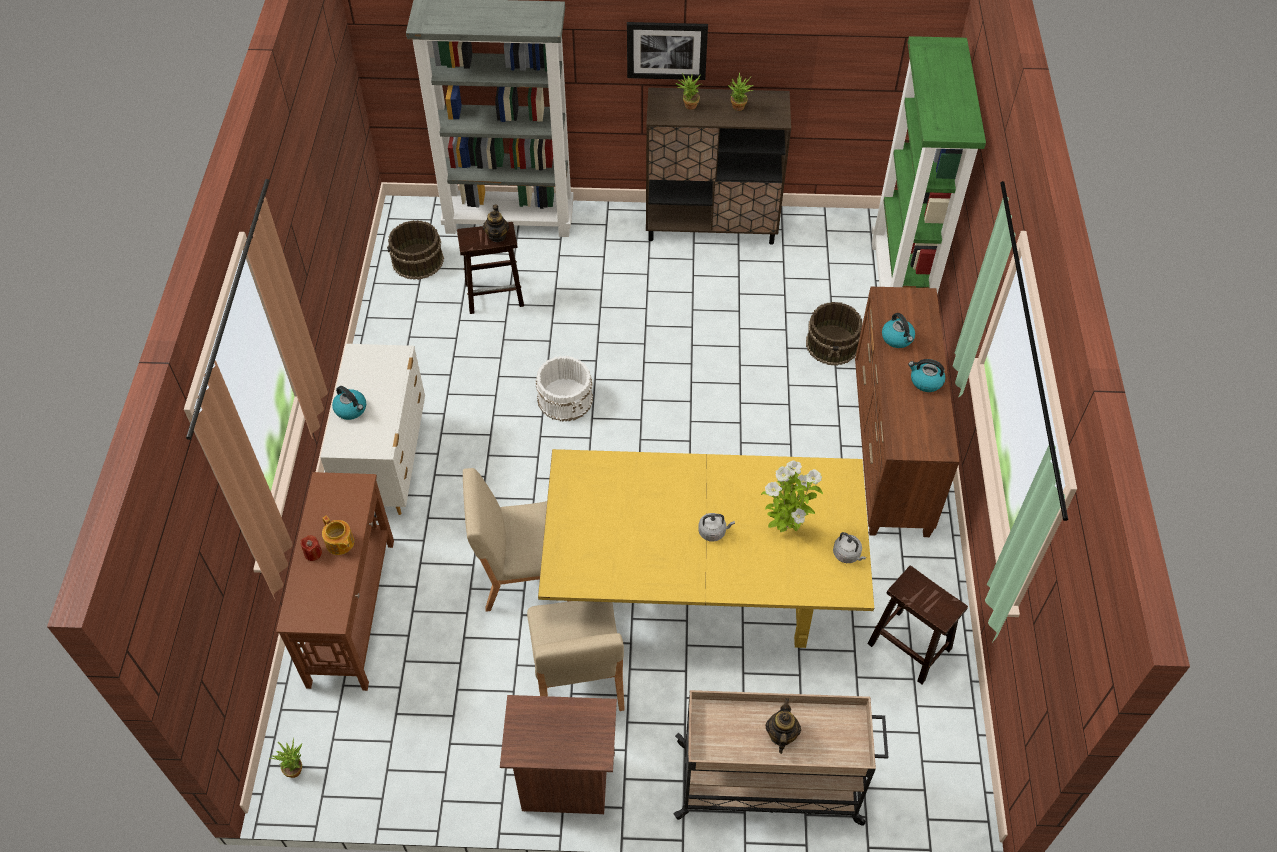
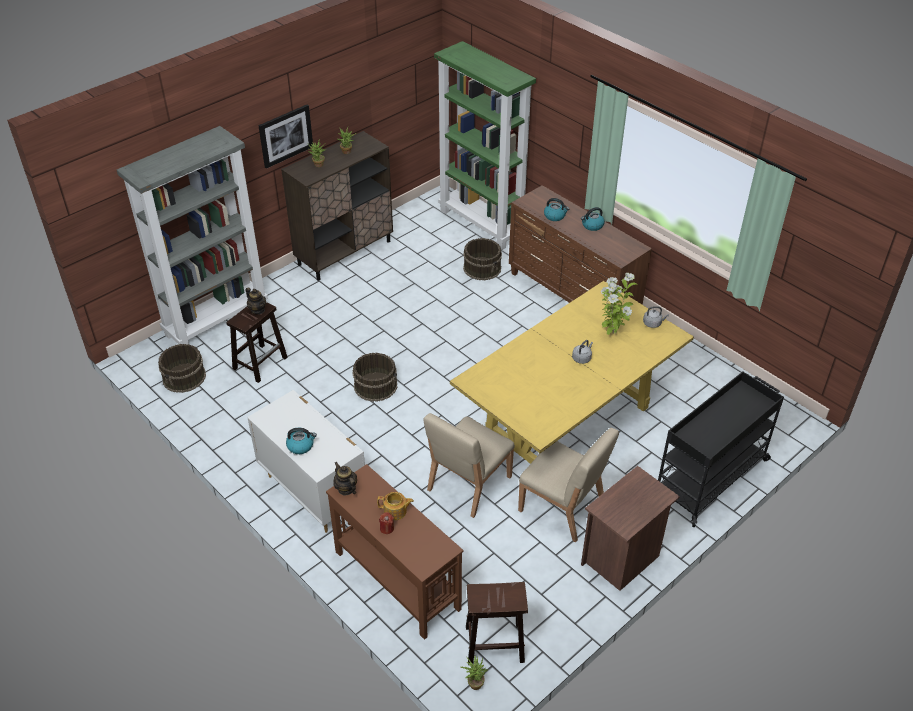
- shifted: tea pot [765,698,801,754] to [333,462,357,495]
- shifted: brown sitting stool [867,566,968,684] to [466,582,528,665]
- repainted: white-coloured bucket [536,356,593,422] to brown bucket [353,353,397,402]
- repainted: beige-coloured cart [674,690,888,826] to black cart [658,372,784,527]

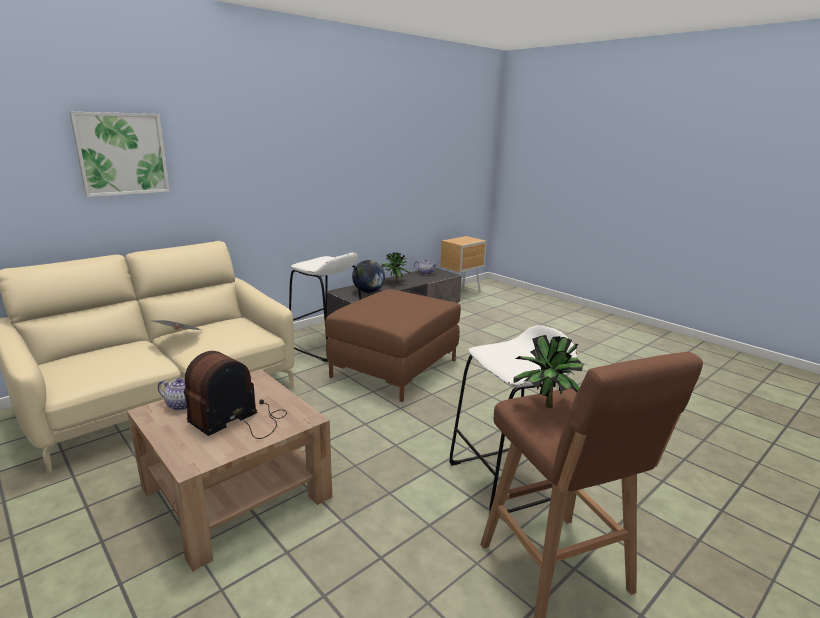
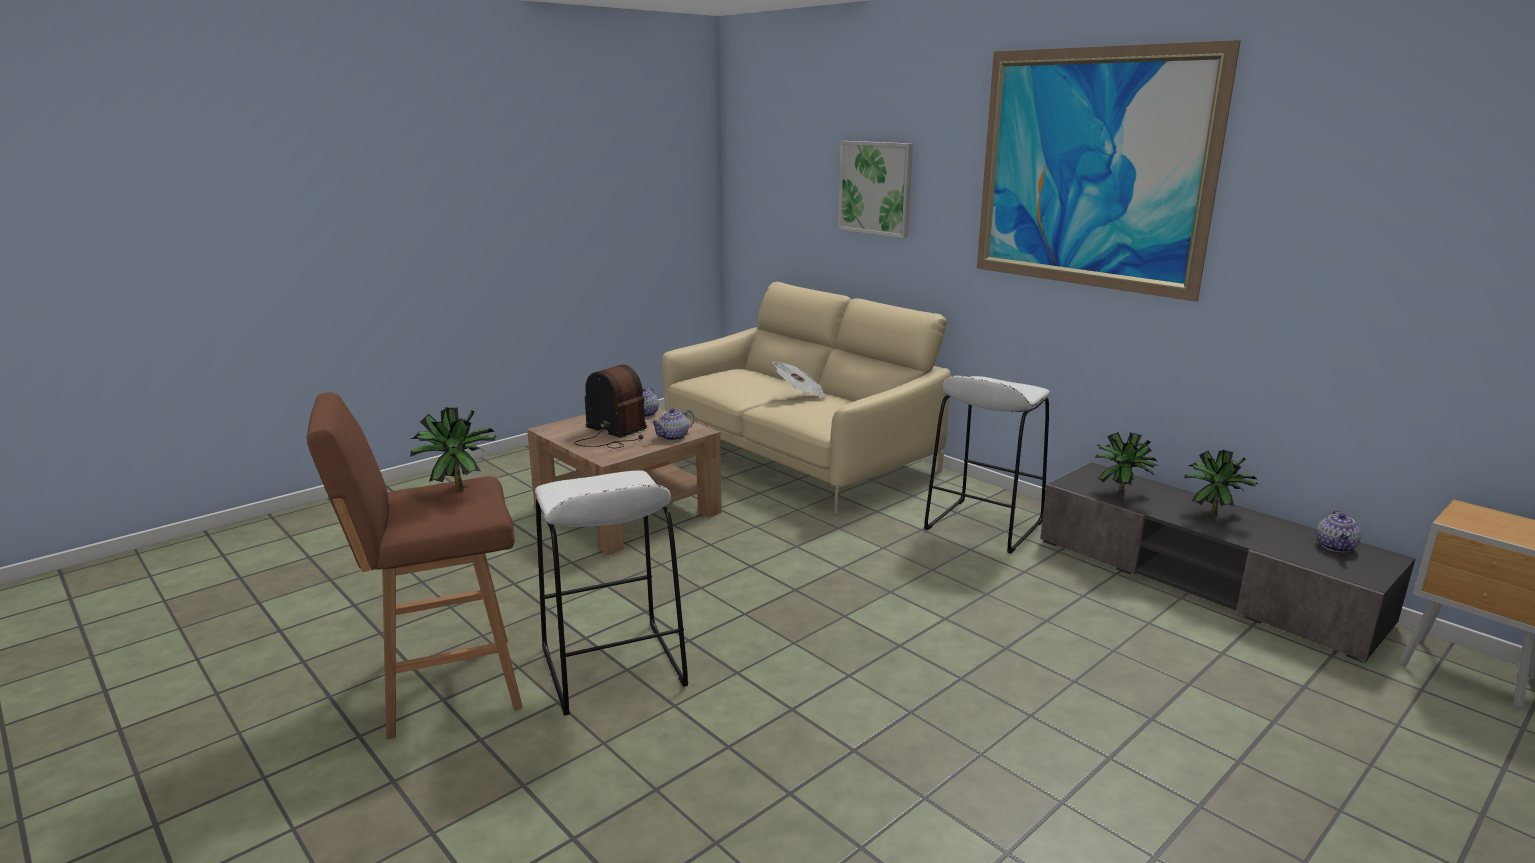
- gone: brown ottoman [325,289,461,402]
- new: tea pot [651,408,694,441]
- new: wall art [977,40,1241,302]
- swapped: desk globe [352,260,385,293] to potted plant [1094,432,1158,496]

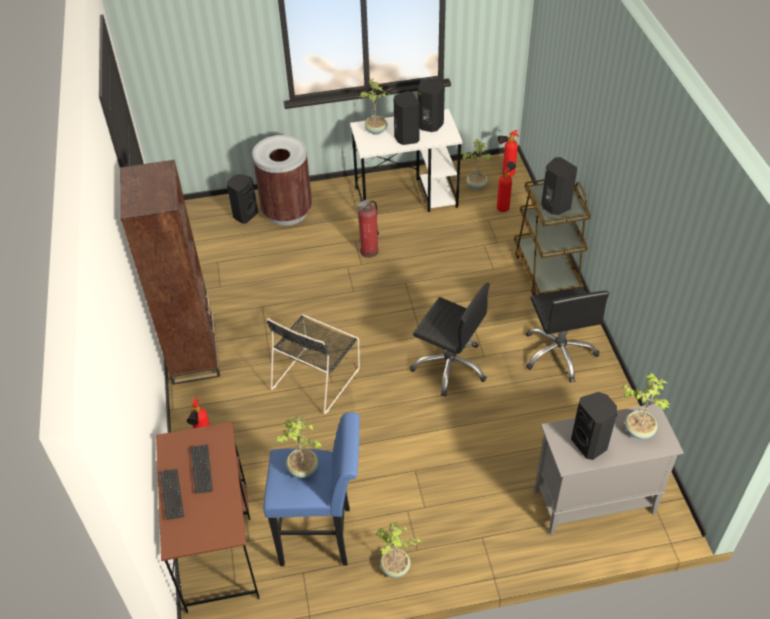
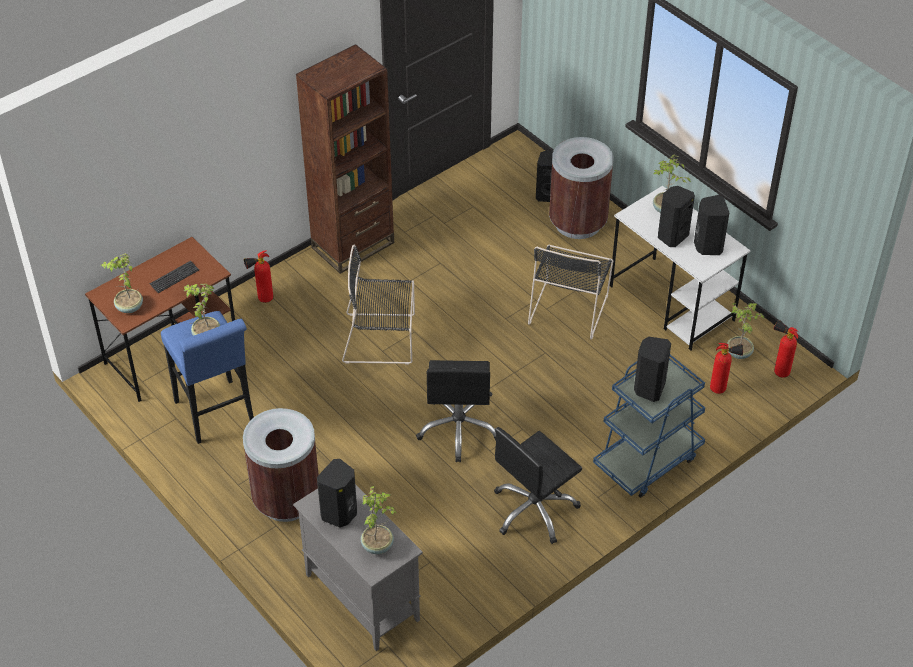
- gone: computer keyboard [160,469,184,520]
- new: brown waste bin [243,408,319,522]
- shifted: potted plant [375,522,422,578] to [101,253,143,313]
- swapped: fire extinguisher [356,199,379,258] to black chair [528,245,613,340]
- repainted: brown cart [514,179,591,295] to blue-coloured cart [593,354,705,498]

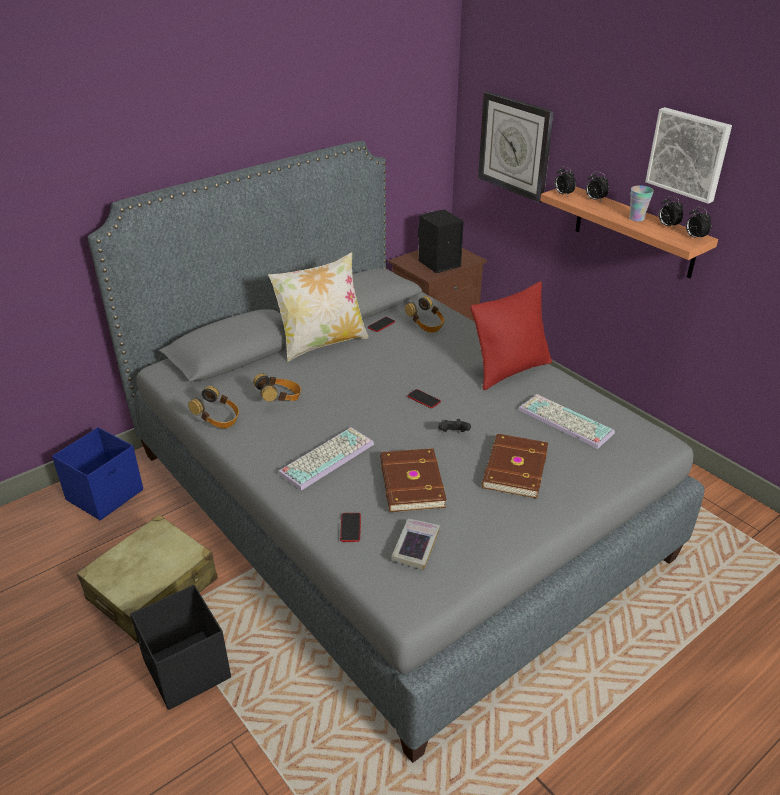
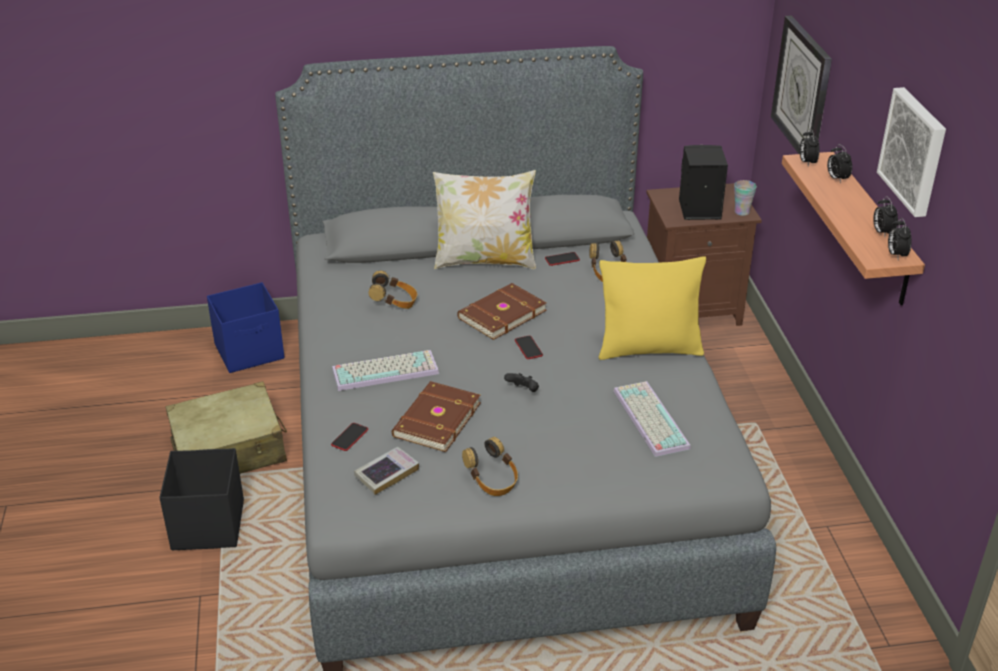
- shifted: headphones [188,386,239,429] to [462,437,518,496]
- shifted: brown bound book [482,434,548,499] to [457,283,547,340]
- shifted: drinking cup [629,186,654,222] to [734,180,757,216]
- repainted: reddish cushion [470,281,552,390] to yellow cushion [599,256,706,360]

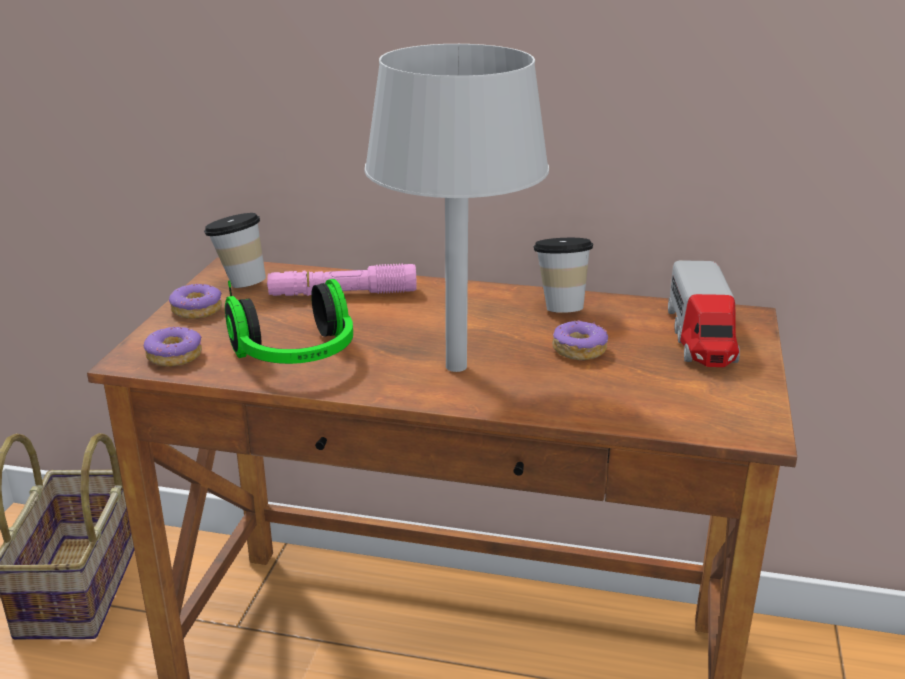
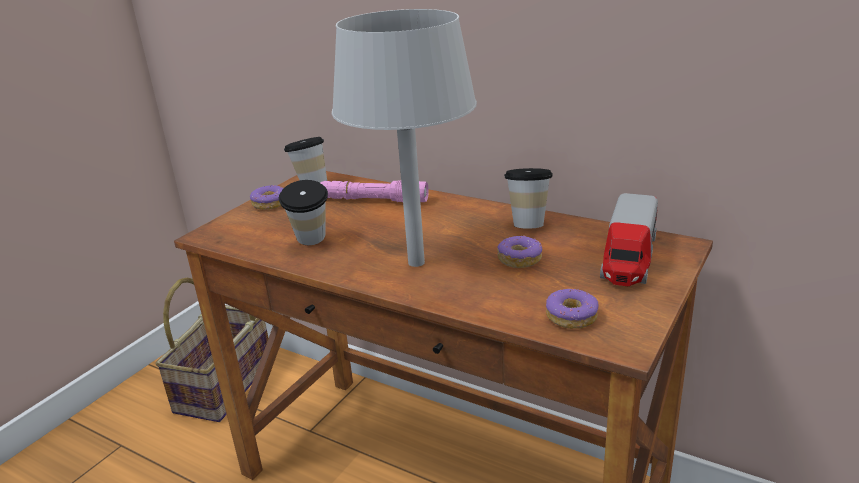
- shifted: donut [143,327,202,367] to [546,289,598,329]
- swapped: headphones [225,279,353,364] to drinking cup [279,180,328,245]

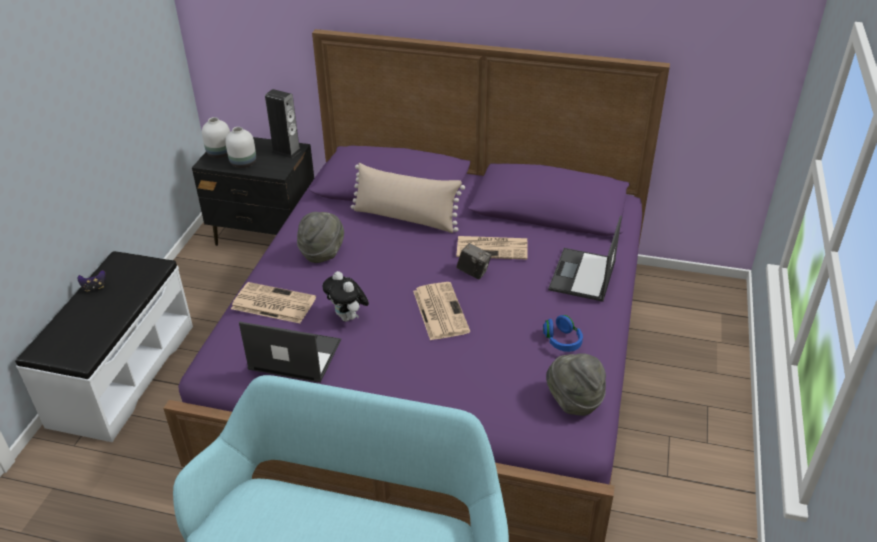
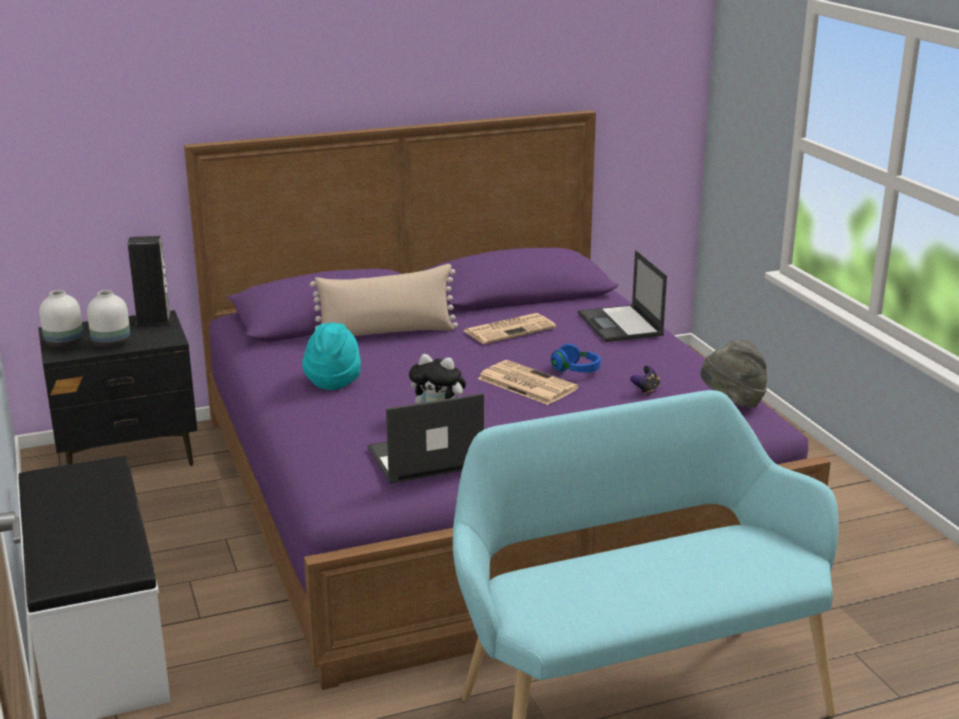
- gone: newspaper [231,282,316,323]
- gone: photo camera [456,243,491,279]
- shifted: joypad [77,270,106,292] to [630,366,660,395]
- shifted: blue-coloured headphones [543,315,583,352] to [551,343,601,373]
- repainted: greyish hat [297,212,344,263] to turquoise-coloured hat [302,322,361,390]

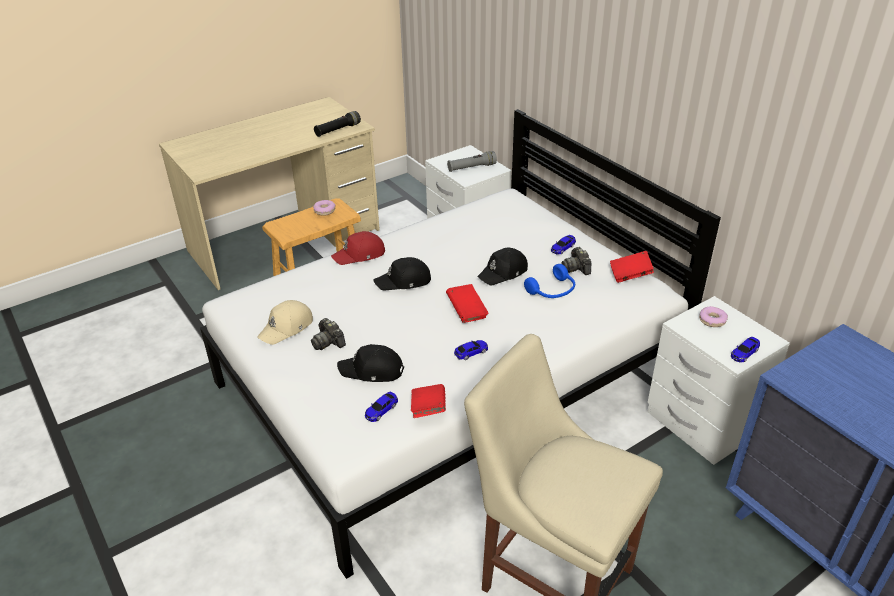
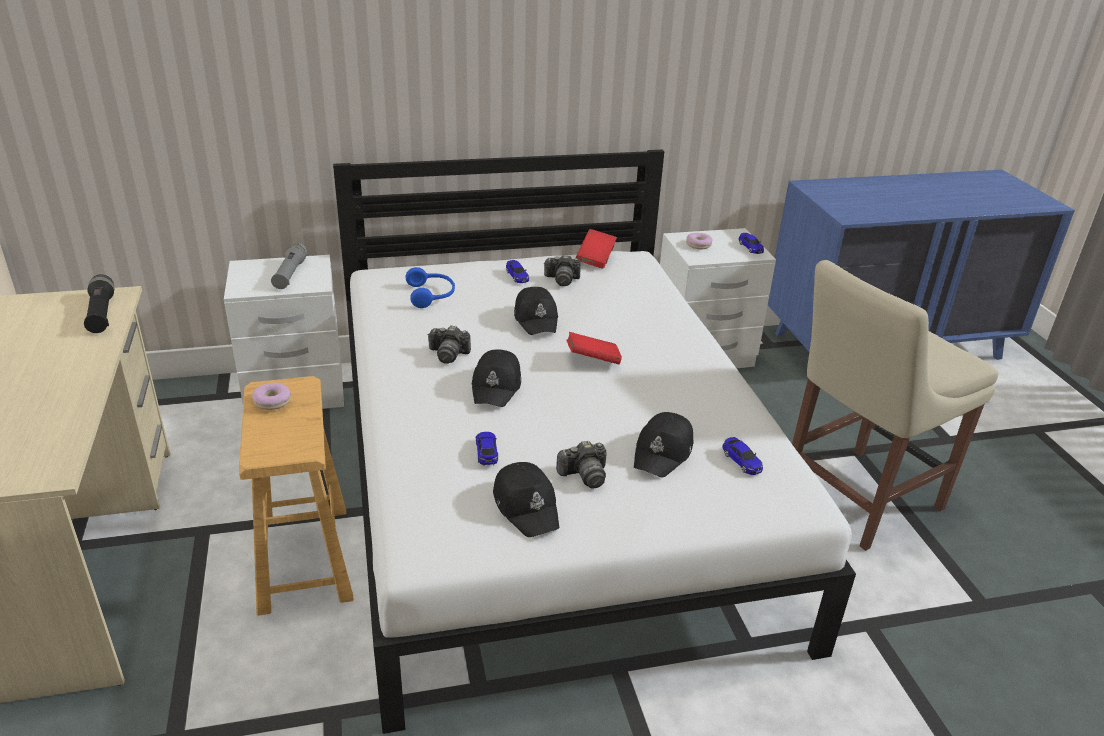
- gone: reddish cap [331,231,385,265]
- gone: reddish bound book [411,384,446,418]
- new: photo camera [427,325,471,364]
- shifted: miniature car [454,340,488,360] to [476,432,498,466]
- shifted: blue-coloured headphones [524,264,575,298] to [405,267,455,308]
- repainted: beige-coloured cap [257,300,313,345] to black cap [493,462,559,537]

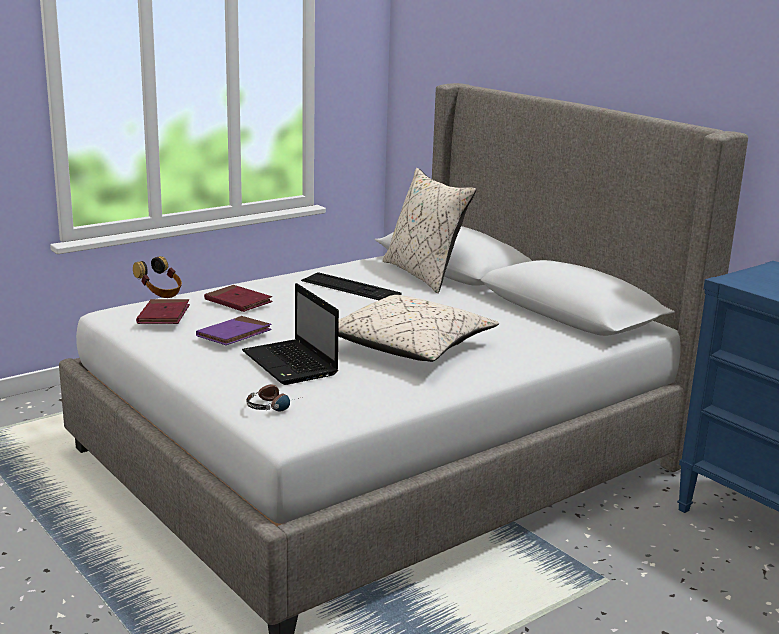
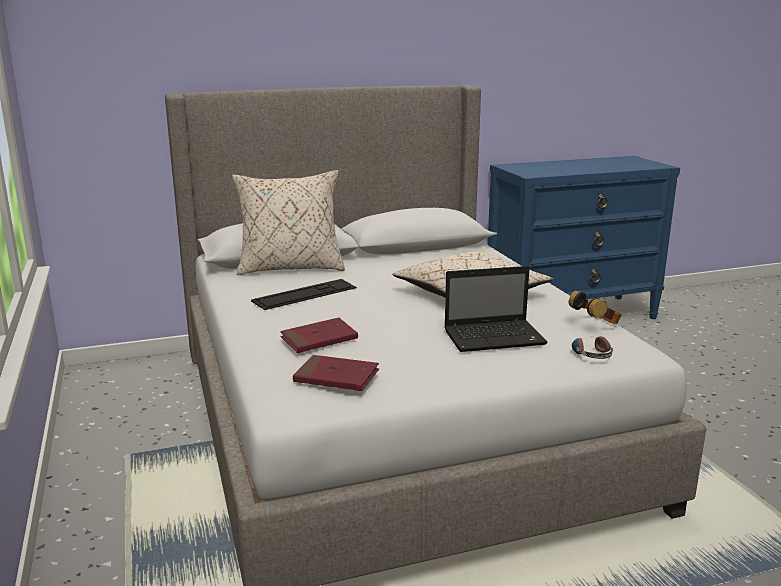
- gone: purple-coloured bound book [196,316,272,345]
- shifted: headphones [133,256,182,298] to [569,291,622,324]

